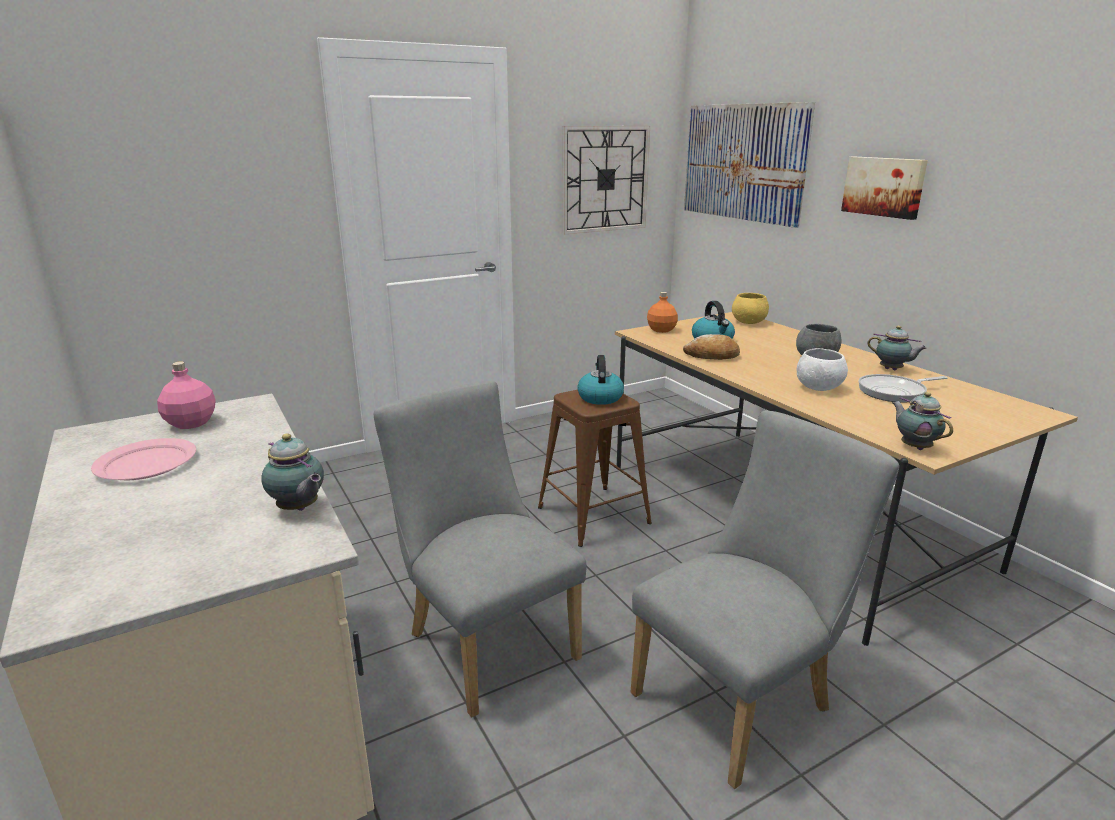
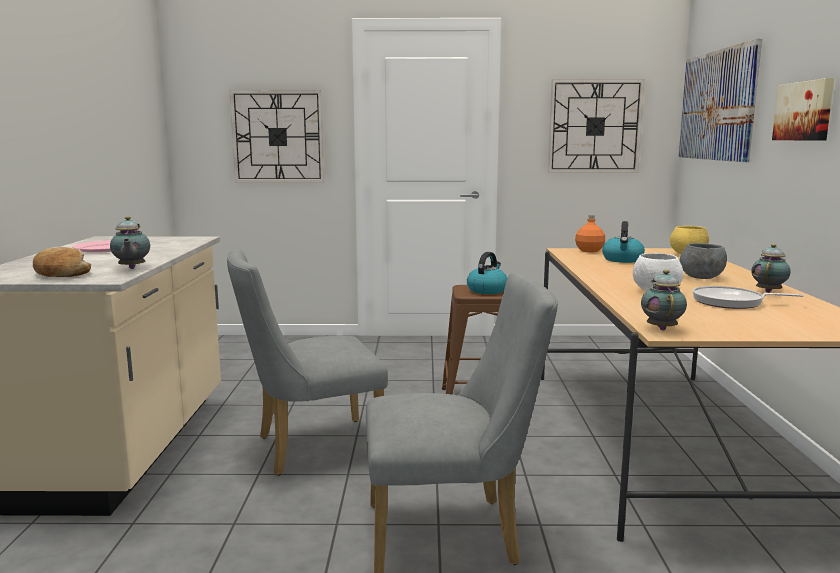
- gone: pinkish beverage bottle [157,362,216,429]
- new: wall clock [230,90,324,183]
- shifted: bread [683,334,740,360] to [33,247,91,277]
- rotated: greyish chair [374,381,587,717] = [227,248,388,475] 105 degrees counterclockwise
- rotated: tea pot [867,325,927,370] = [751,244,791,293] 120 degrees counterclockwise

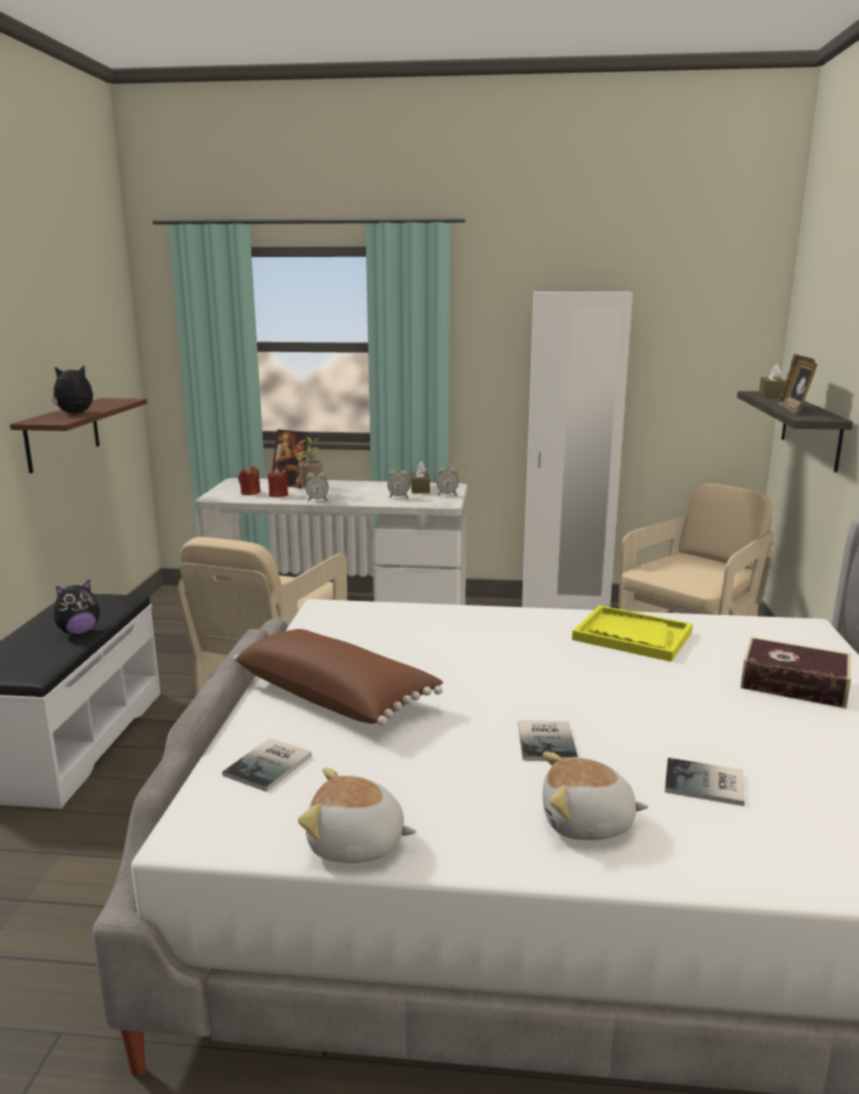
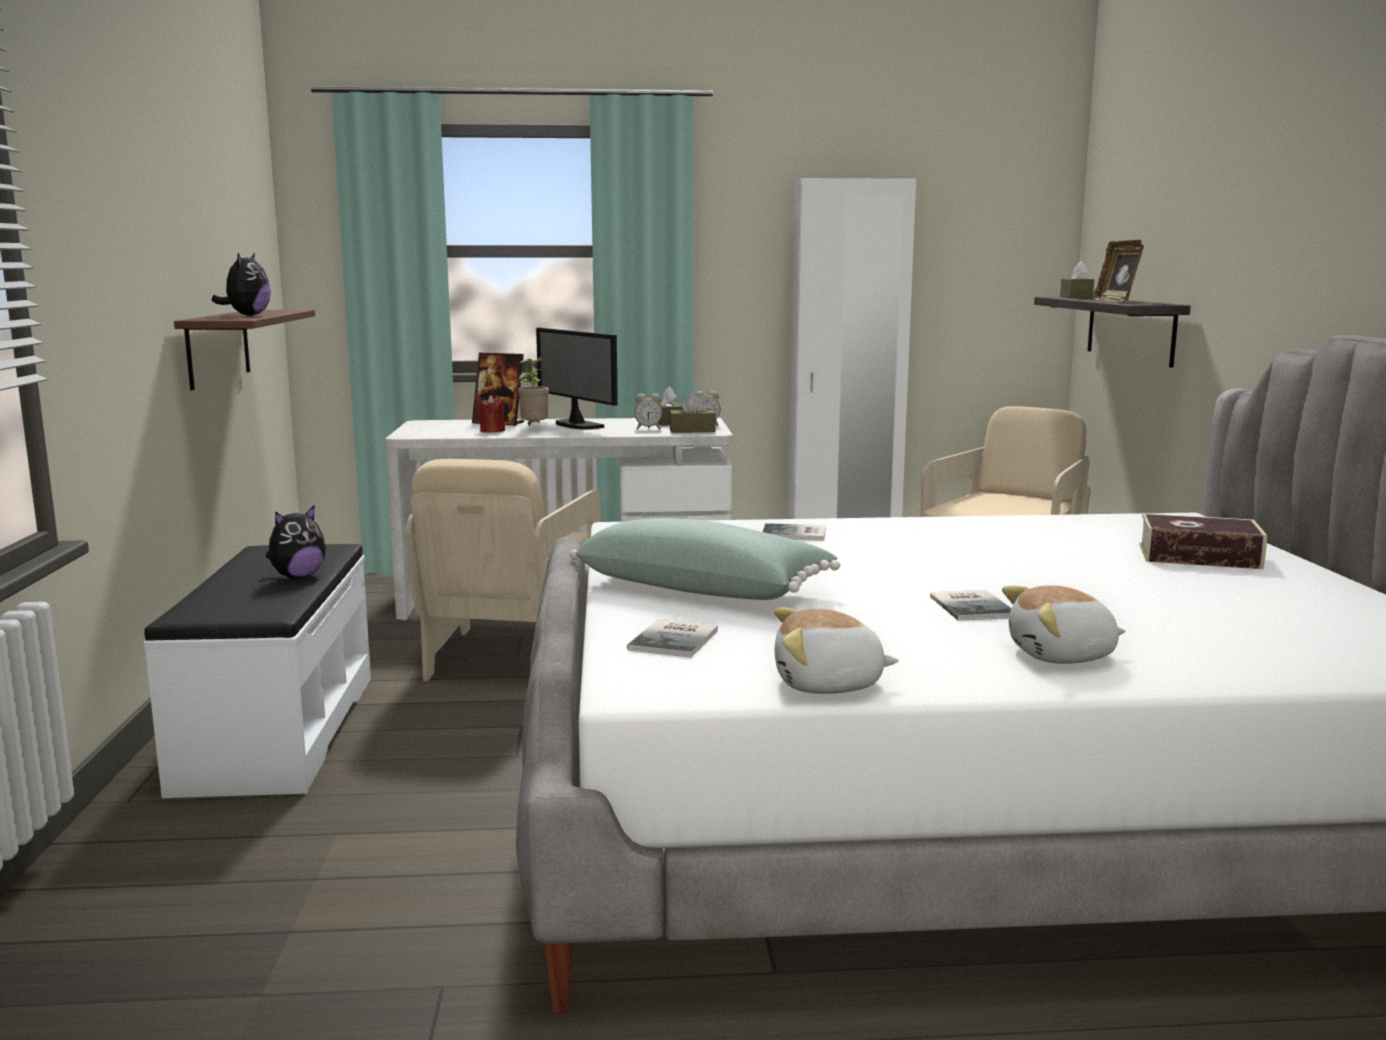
- gone: reddish candle [238,466,261,495]
- gone: table clock [306,472,329,501]
- gone: yellow carrying tray [572,605,693,662]
- new: computer screen [536,328,618,430]
- new: brown tissue holder [669,393,716,433]
- shifted: bound book [665,758,745,806] to [763,523,826,541]
- repainted: brown cushion [233,629,443,726] to green cushion [570,518,840,600]
- rotated: plush toy [52,366,93,414] = [211,253,271,316] 135 degrees clockwise

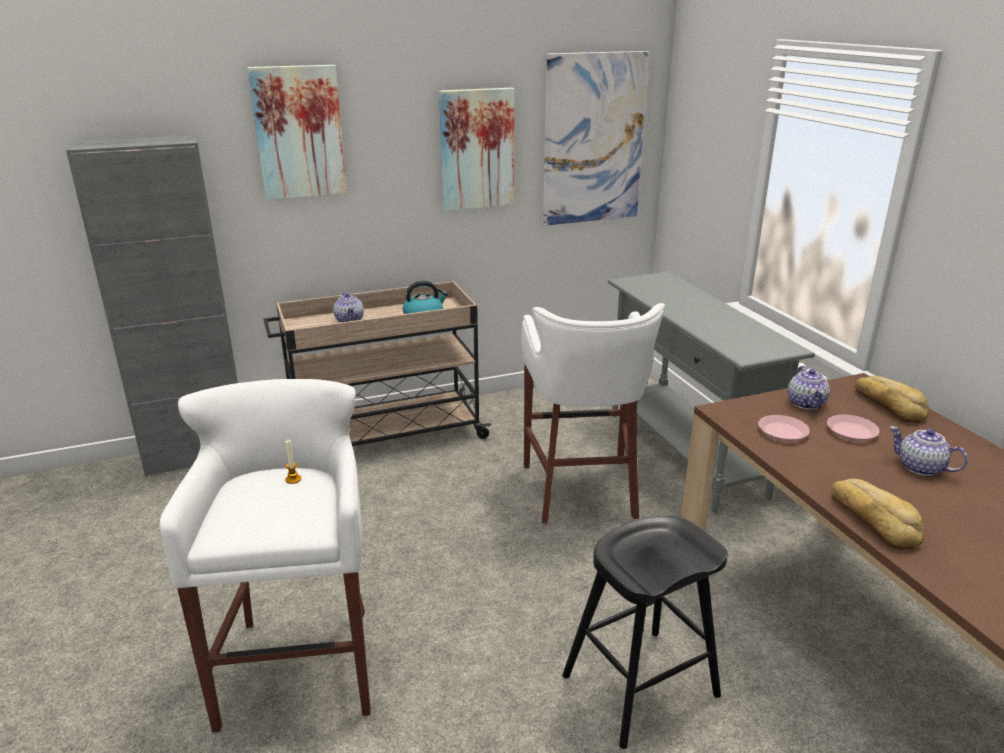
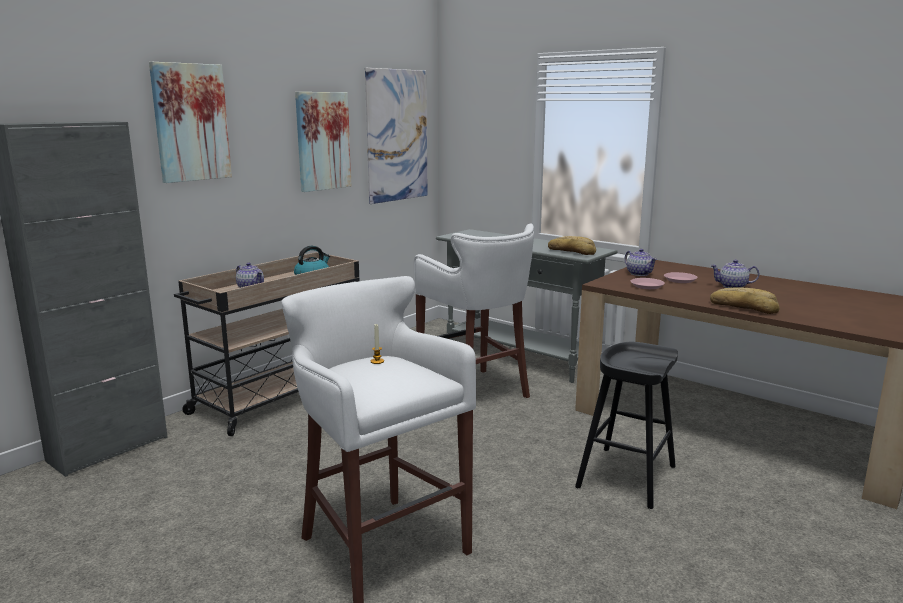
- shifted: bread [855,376,929,422] to [548,236,596,255]

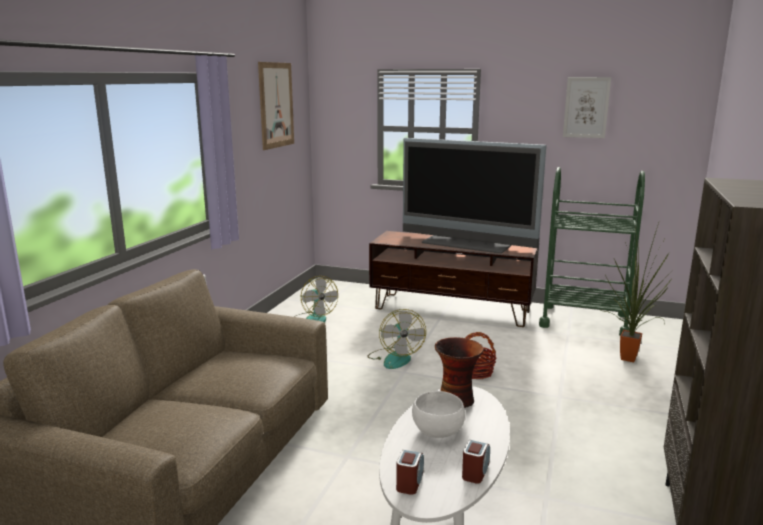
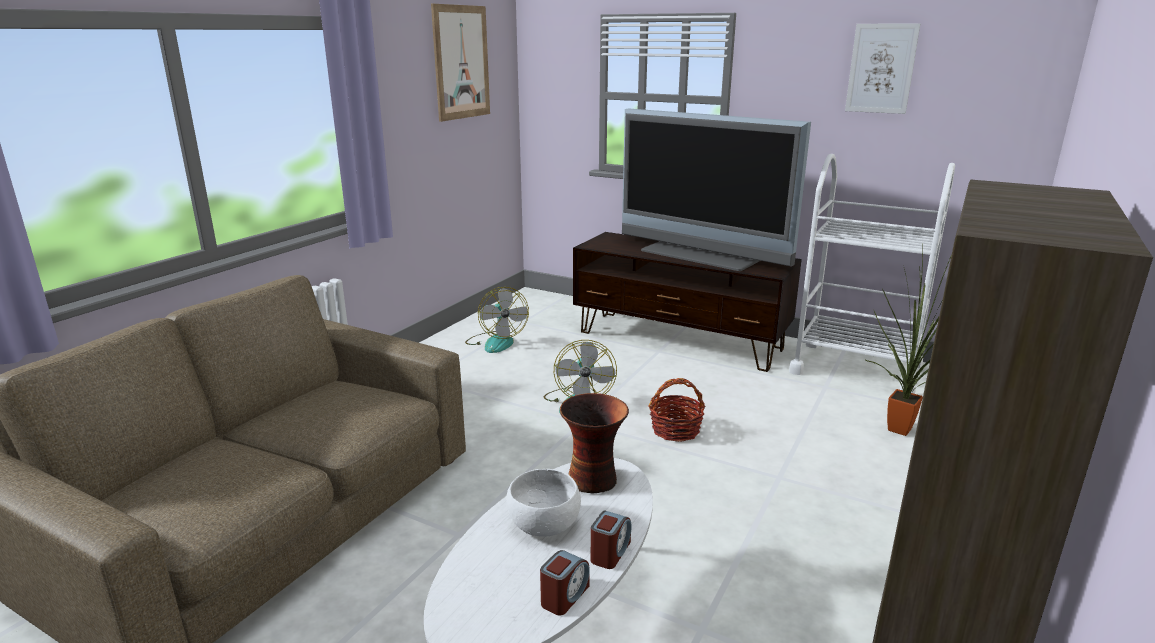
- shifted: table clock [396,450,424,495] to [591,511,632,569]
- repainted: green cart [539,167,645,336] to white-coloured cart [789,154,955,394]

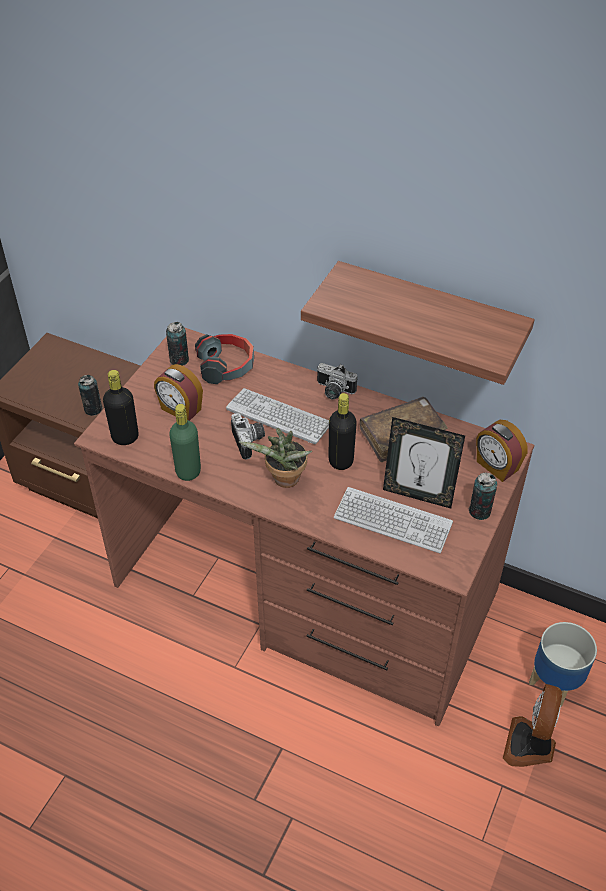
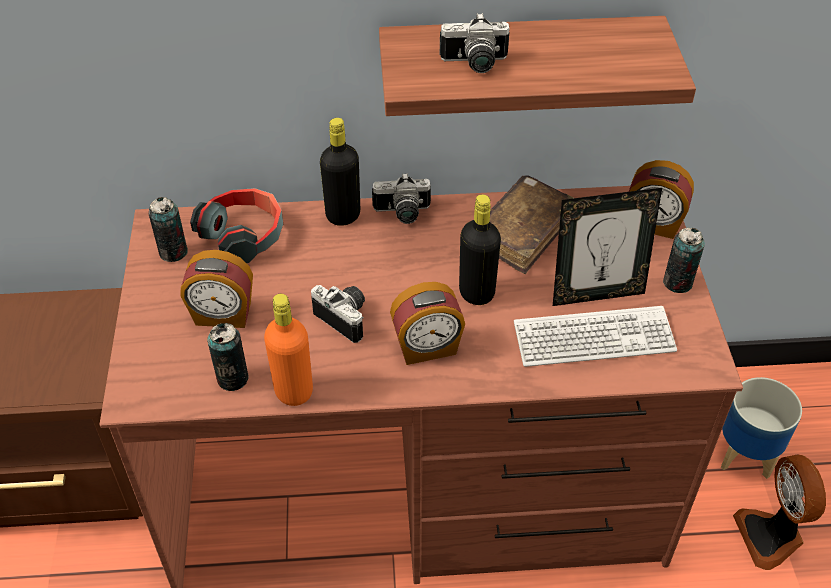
- gone: computer keyboard [226,388,329,444]
- new: photo camera [440,13,510,73]
- shifted: metal can [78,375,103,416] to [208,323,249,391]
- shifted: black beverage bottle [103,370,139,445] to [320,118,360,226]
- swapped: potted plant [239,428,312,488] to table clock [390,282,465,365]
- repainted: green beverage bottle [169,404,201,481] to orange-coloured beverage bottle [264,294,313,406]

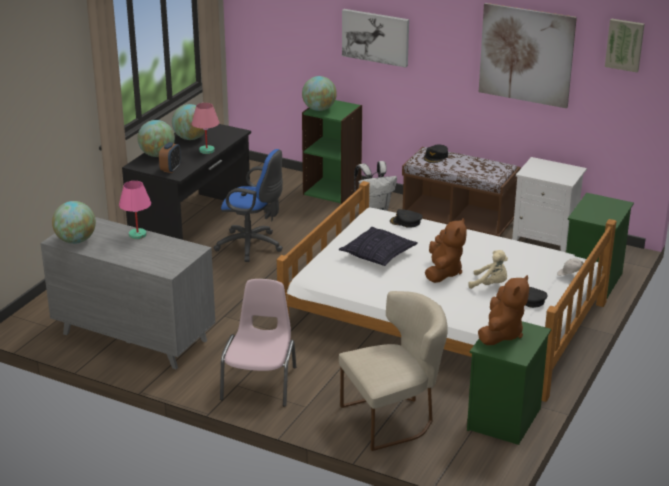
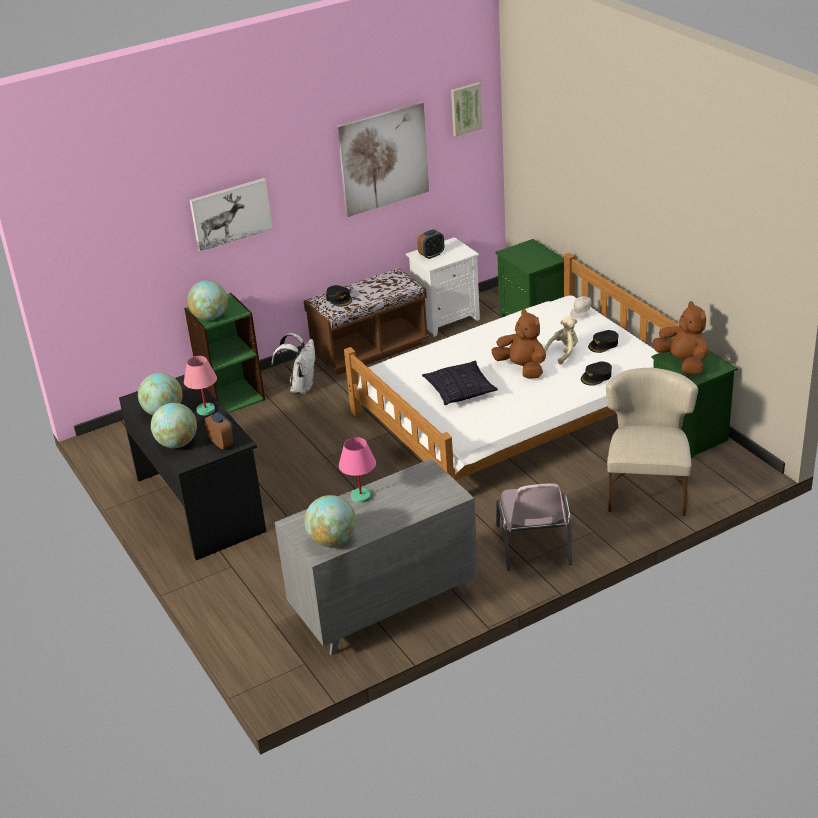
- gone: blue-coloured computer chair [214,149,283,262]
- new: table clock [417,229,444,259]
- shifted: black cap [390,209,423,228] to [581,361,612,386]
- rotated: pinkish chair [220,279,296,406] = [496,483,572,571] 135 degrees counterclockwise

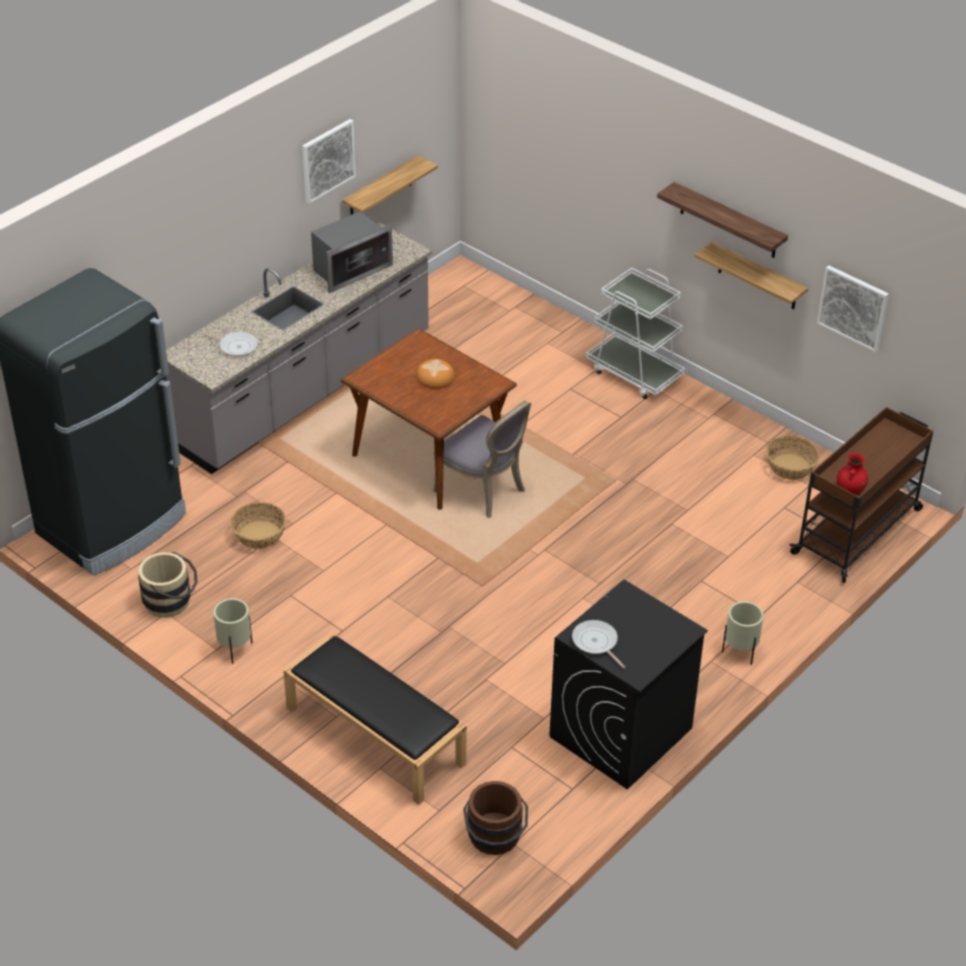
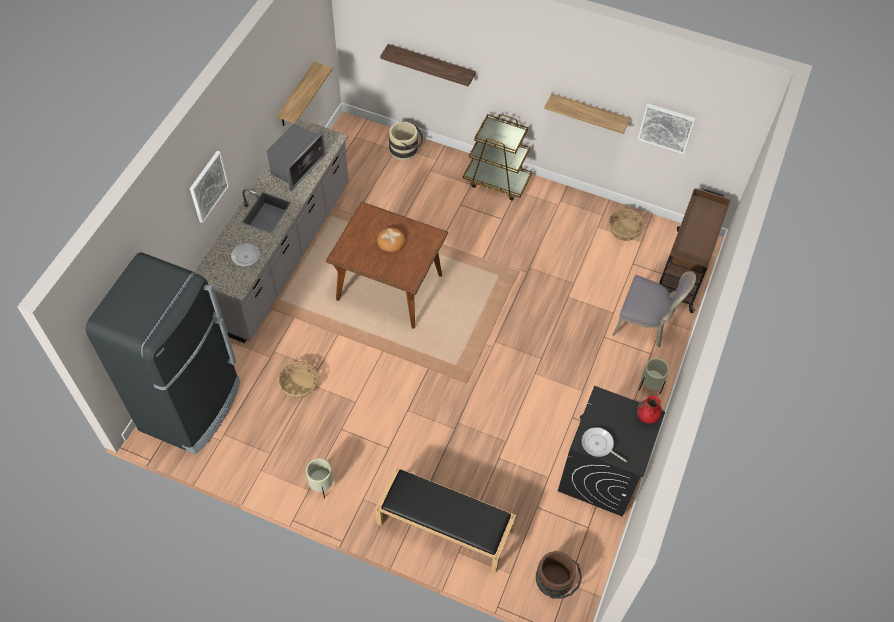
- shifted: beige-coloured bucket [138,552,198,618] to [389,121,423,161]
- shifted: wall art [302,119,356,204] to [190,151,229,223]
- shifted: greyish chair [433,401,531,518] to [612,271,696,347]
- shifted: wall shelf [657,182,788,258] to [380,44,476,87]
- shifted: reddish flower vase [837,453,868,495] to [637,396,662,424]
- repainted: white-coloured cart [586,268,685,399] to brown cart [463,114,532,201]

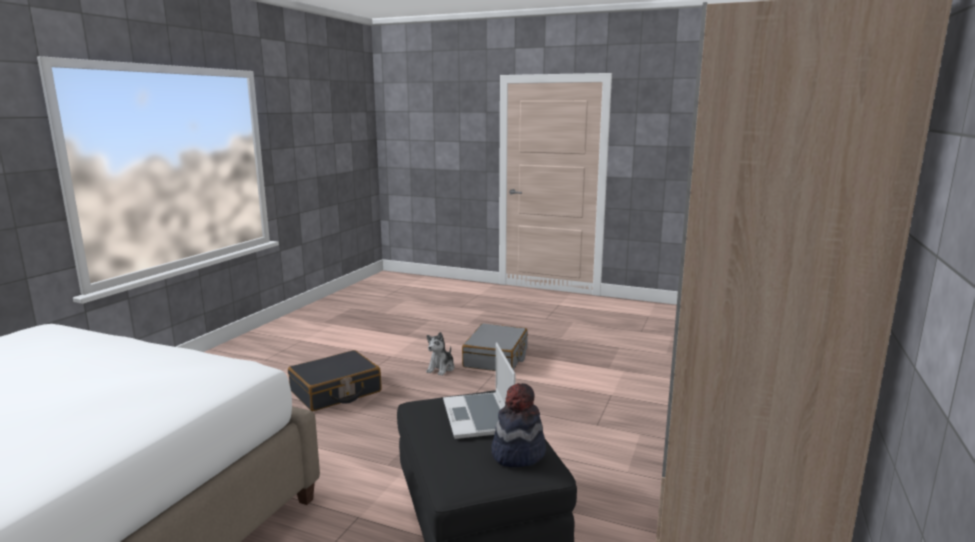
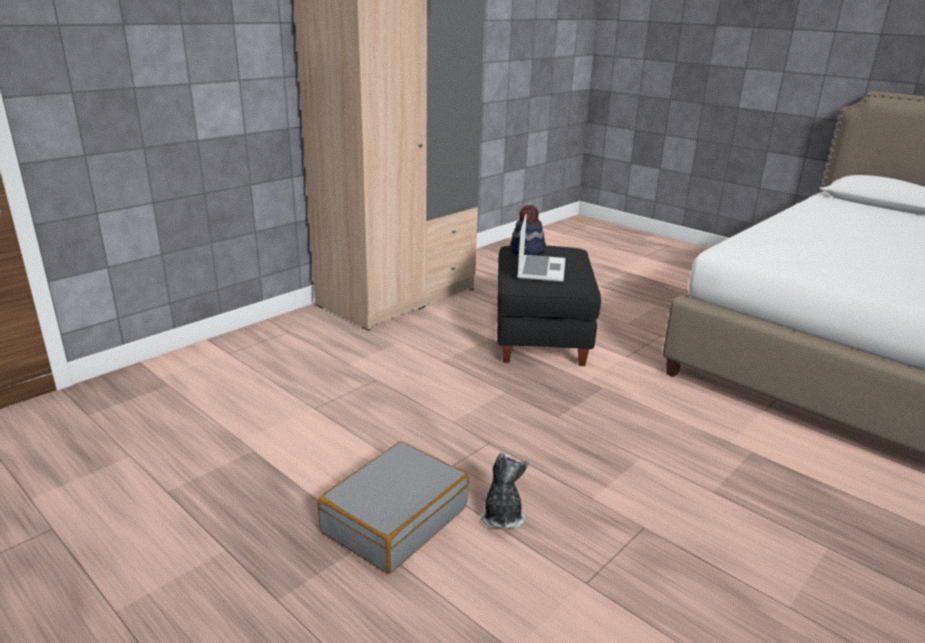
- gone: black travel case [288,350,381,411]
- rotated: plush toy [426,332,454,376] = [480,452,529,529] 45 degrees counterclockwise

